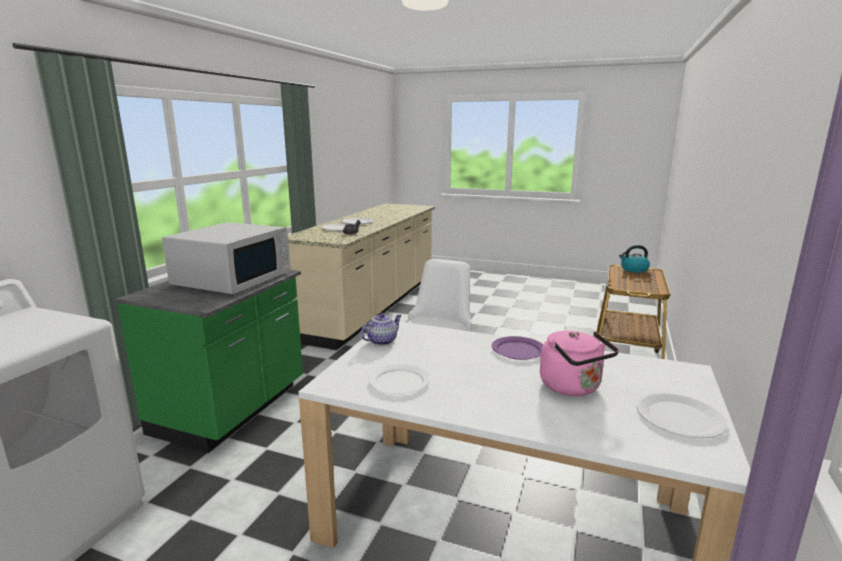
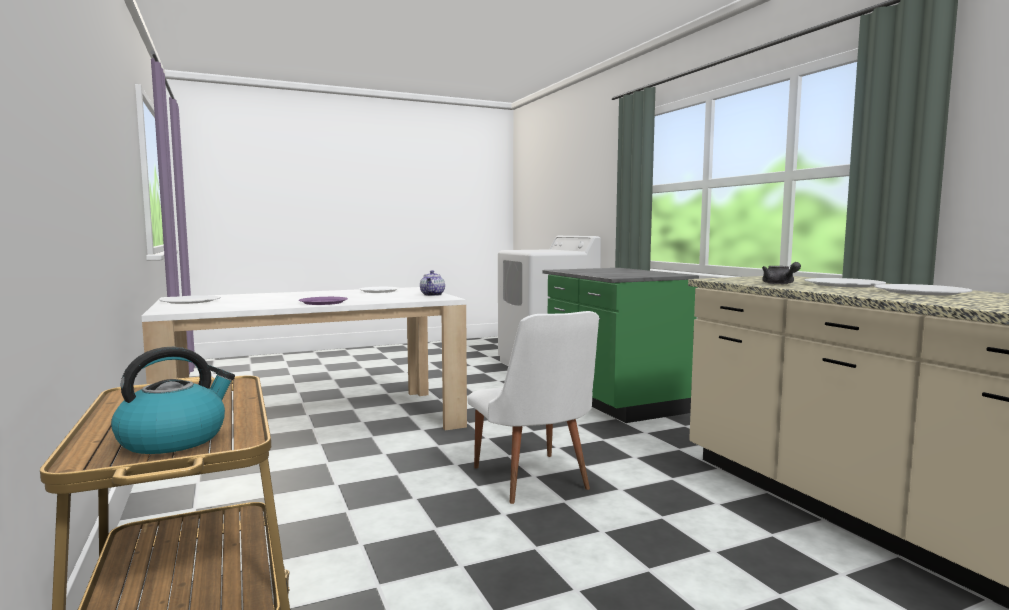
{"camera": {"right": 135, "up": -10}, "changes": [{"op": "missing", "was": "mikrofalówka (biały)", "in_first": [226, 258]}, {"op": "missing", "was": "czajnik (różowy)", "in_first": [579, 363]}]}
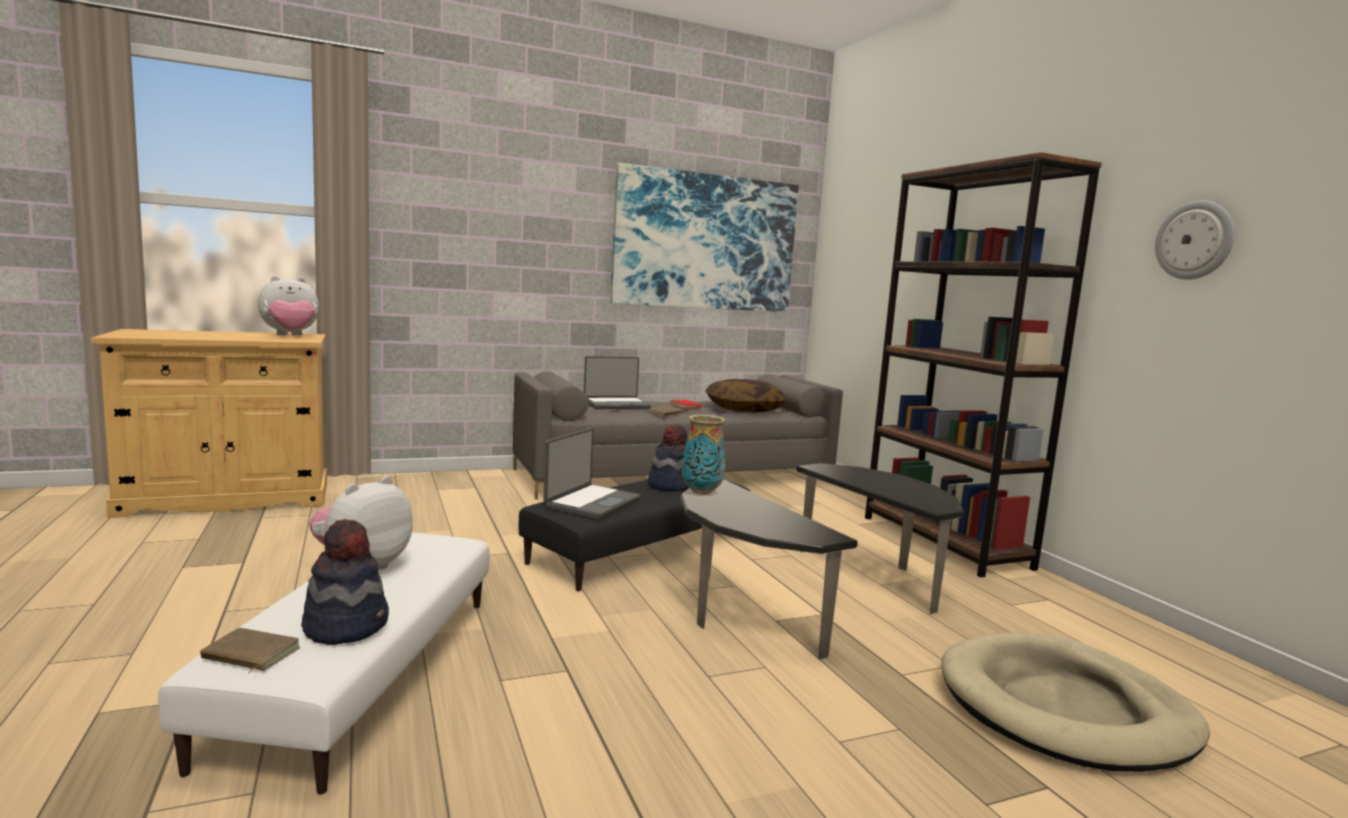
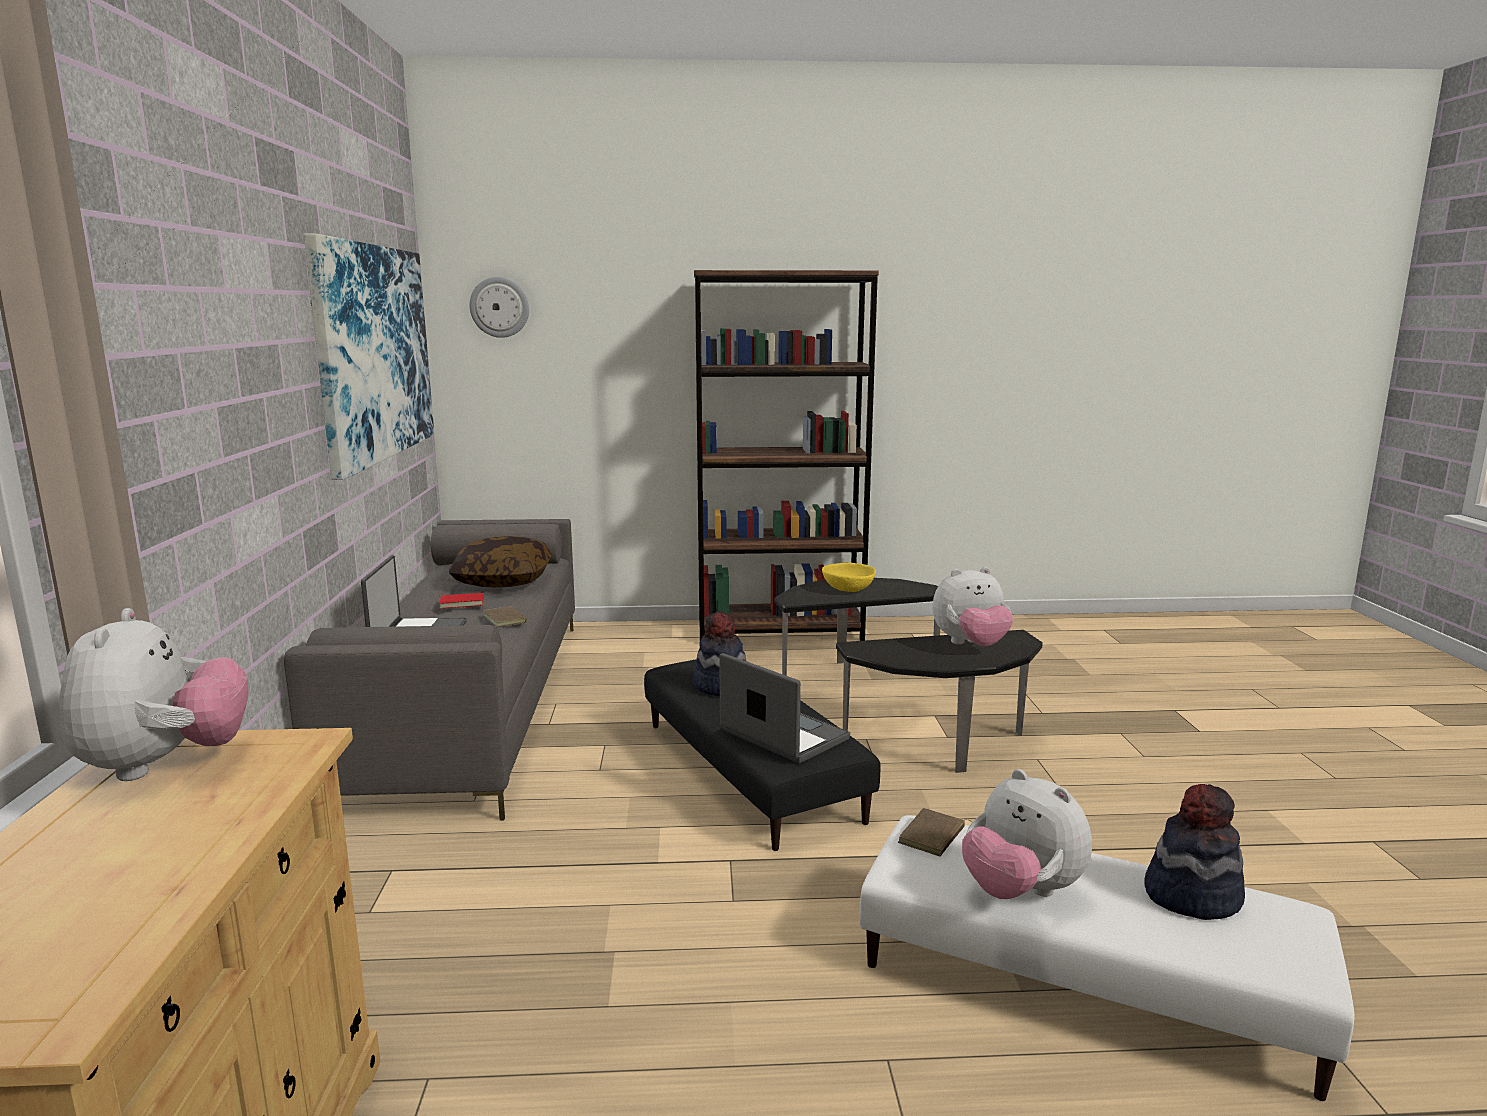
{"camera": {"right": -70, "up": 5}, "changes": [{"op": "relocated", "was": "książka (brązowy)", "in_first": [250, 650], "in_second": [935, 832]}, {"op": "missing", "was": "wazon", "in_first": [704, 455]}, {"op": "missing", "was": "legowisko (beżowy)", "in_first": [1075, 702]}, {"op": "relocated", "was": "zegar ścienny", "in_first": [1195, 240], "in_second": [499, 307]}, {"op": "appeared", "now": "miska (żółty)", "in_second": [849, 577]}, {"op": "appeared", "now": "pluszak", "in_second": [973, 606]}]}
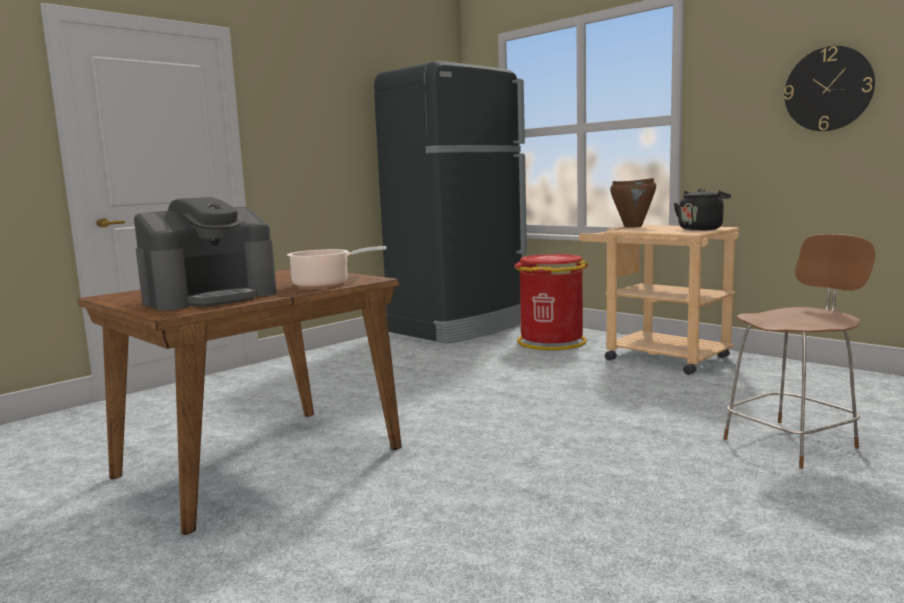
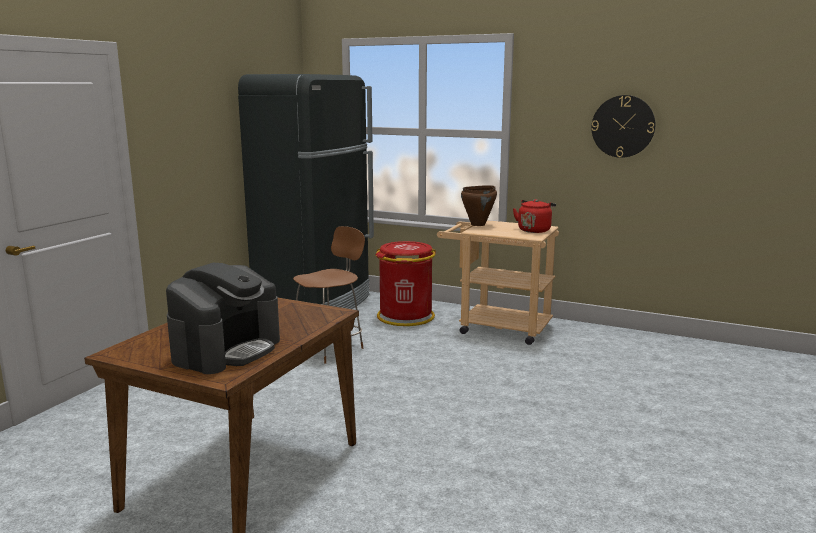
{"camera": {"right": -20, "up": 5}, "changes": [{"op": "missing", "was": "garnek", "in_first": [337, 267]}, {"op": "colour", "was": "czajnik (czarny)", "now": "czajnik (czerwony)", "in_first": [702, 209], "in_second": [534, 216]}, {"op": "relocated", "was": "krzesło (brązowy)", "in_first": [799, 351], "in_second": [329, 295]}]}
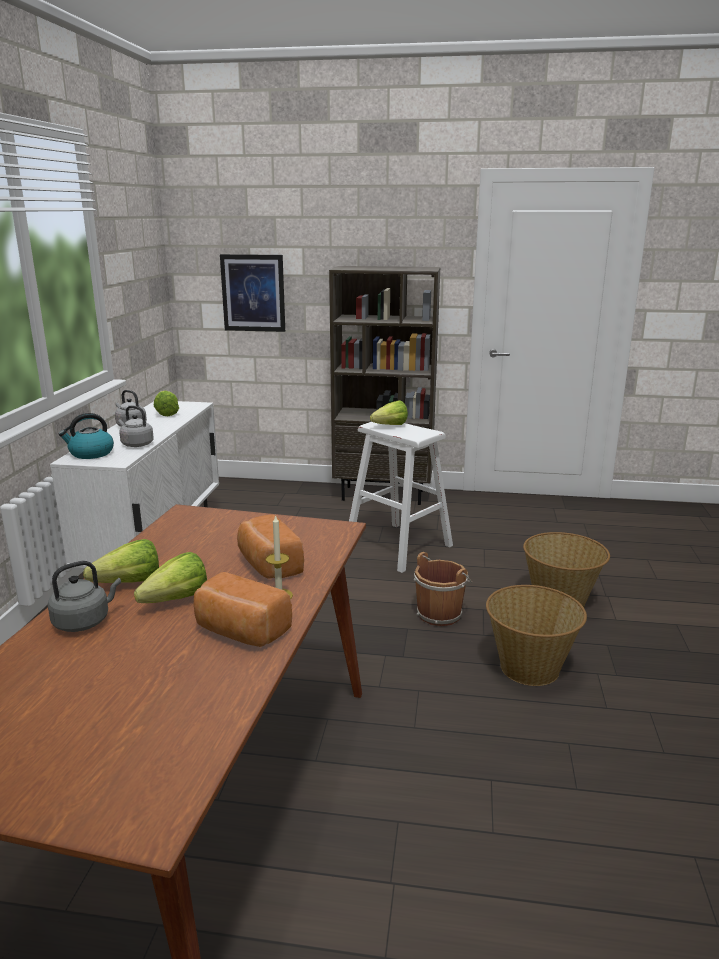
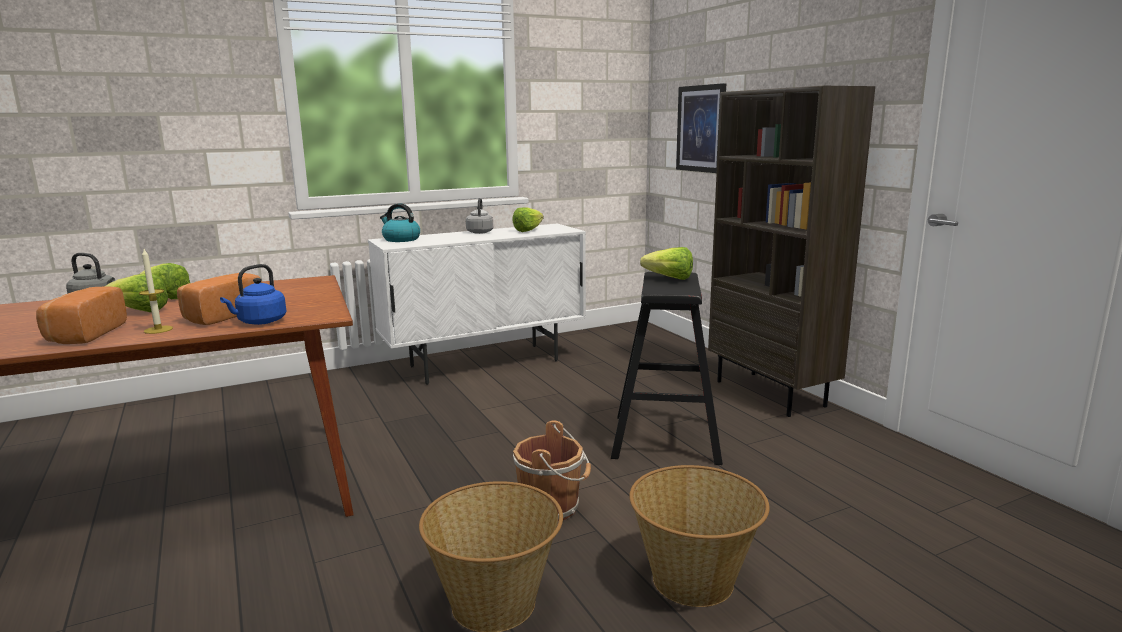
{"camera": {"right": 55, "up": -5}, "changes": [{"op": "missing", "was": "czajnik (szary)", "in_first": [136, 426]}, {"op": "colour", "was": "stołek (biały)", "now": "stołek (czarny)", "in_first": [401, 497], "in_second": [667, 368]}, {"op": "appeared", "now": "czajnik (niebieski)", "in_second": [253, 294]}]}
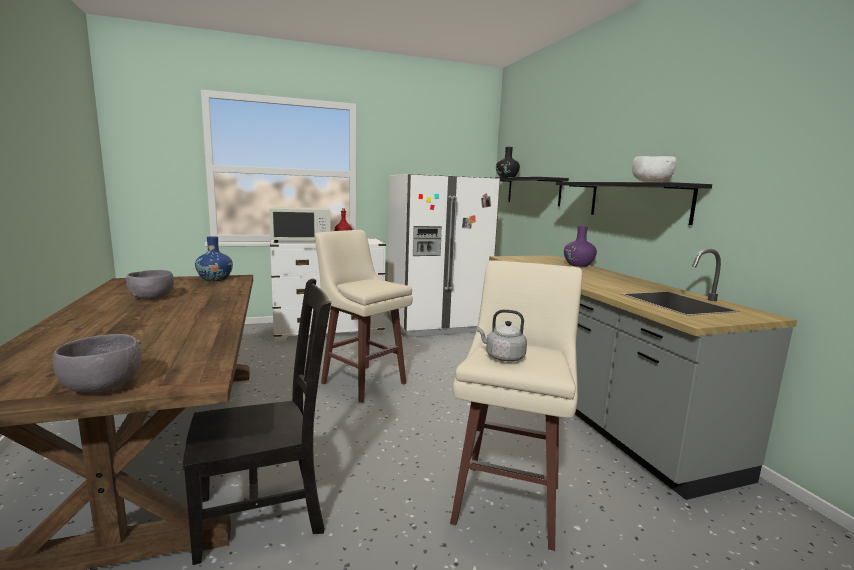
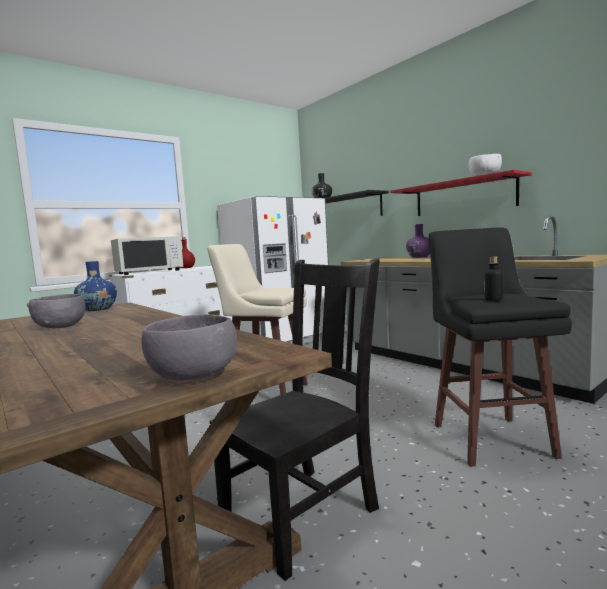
{"camera": {"right": -20, "up": -5}, "changes": [{"op": "colour", "was": "stołek (beżowy)", "now": "stołek (czarny)", "in_first": [516, 405], "in_second": [500, 347]}, {"op": "exchanged", "was": "czajnik (szary)", "now": "butelka", "in_first": [502, 335], "in_second": [493, 278]}, {"op": "colour", "was": "półka (czarny)", "now": "półka (czerwony)", "in_first": [634, 203], "in_second": [461, 193]}]}
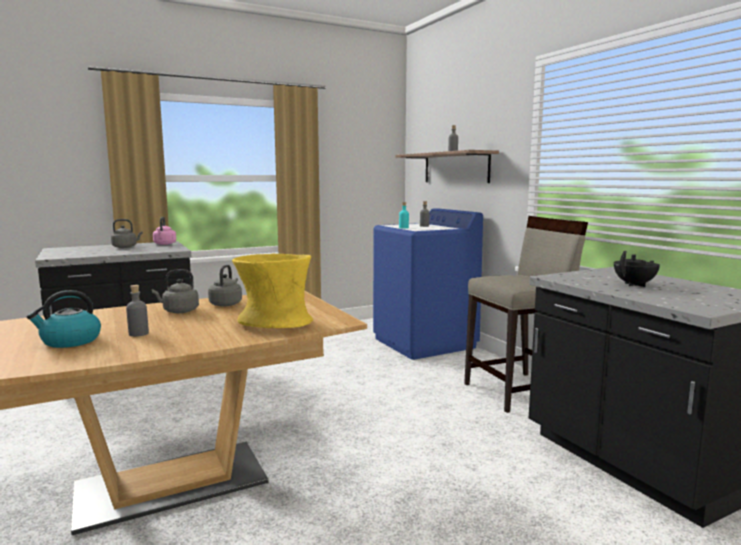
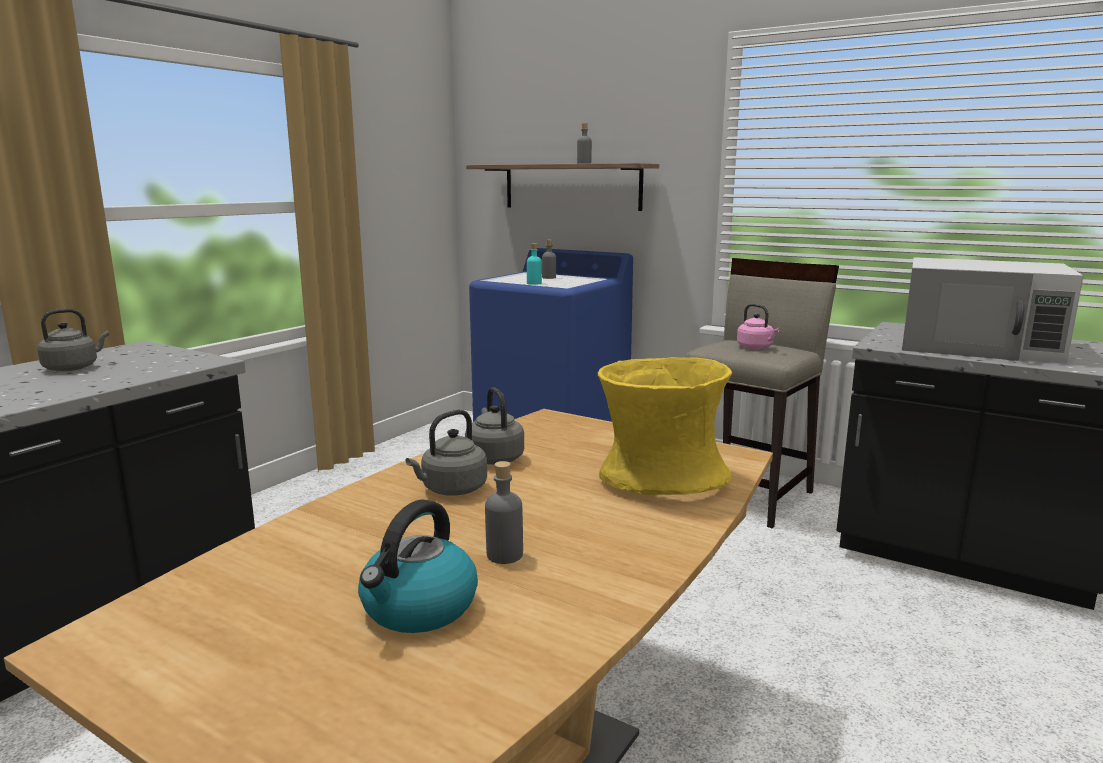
{"camera": {"right": -30, "up": 5}, "changes": [{"op": "relocated", "was": "czajnik (różowy)", "in_first": [164, 231], "in_second": [758, 326]}, {"op": "exchanged", "was": "imbryk (czarny)", "now": "mikrofalówka (biały)", "in_first": [637, 269], "in_second": [992, 310]}]}
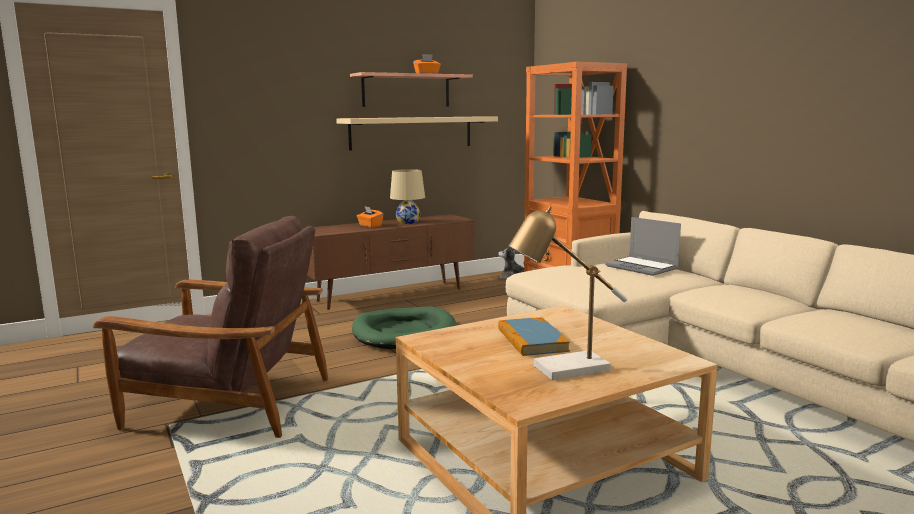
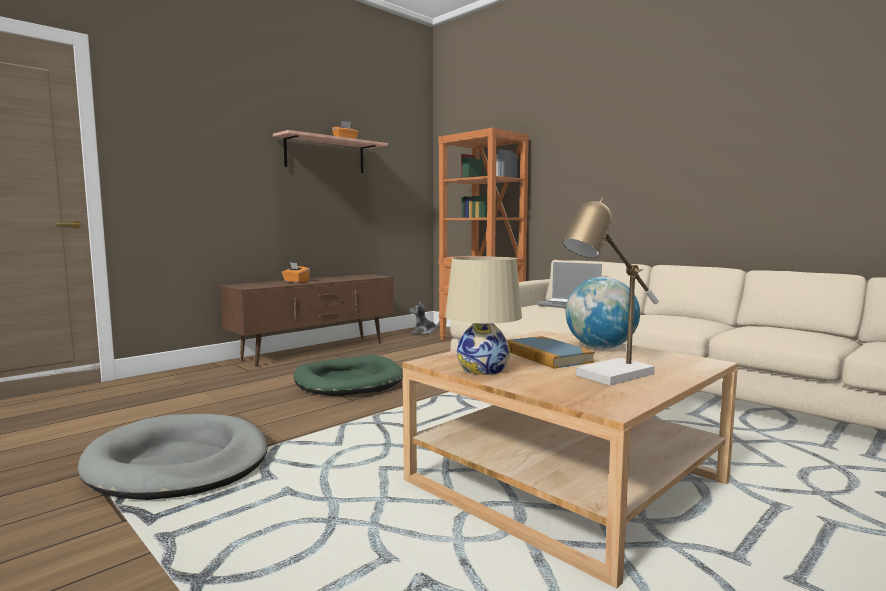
{"camera": {"right": -15, "up": -5}, "changes": [{"op": "exchanged", "was": "fotel (brązowy)", "now": "legowisko (szary)", "in_first": [210, 327], "in_second": [173, 457]}, {"op": "missing", "was": "półka (beżowy)", "in_first": [417, 134]}, {"op": "relocated", "was": "lampa stołowa (beżowy)", "in_first": [407, 196], "in_second": [483, 315]}, {"op": "appeared", "now": "globus", "in_second": [603, 313]}]}
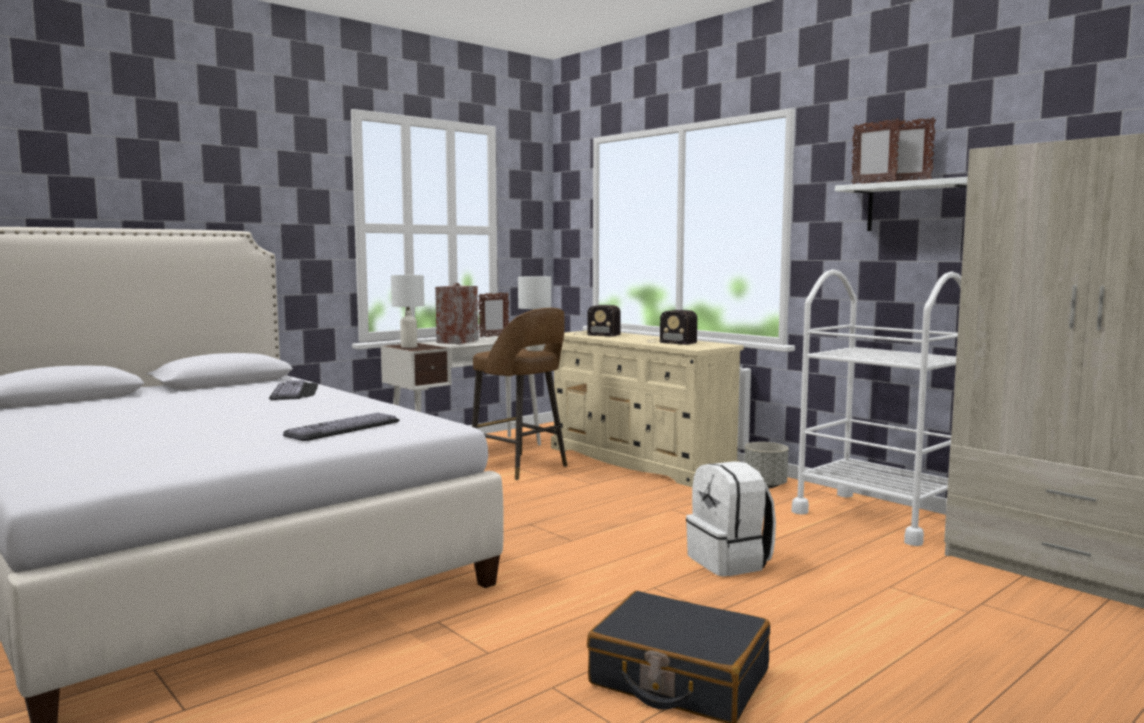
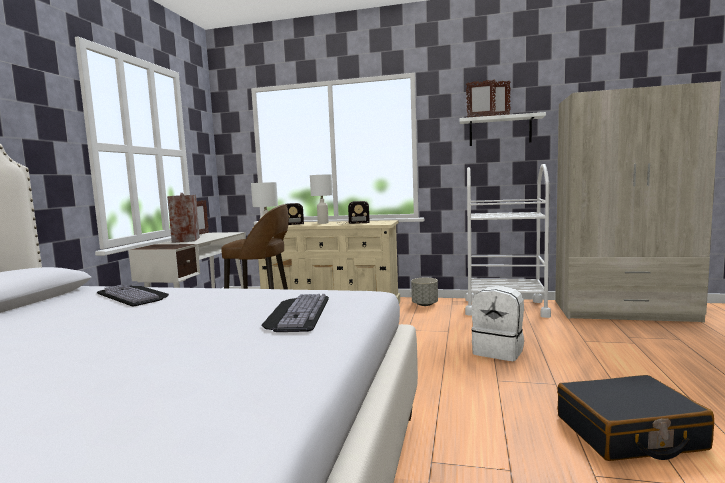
{"camera": {"right": -35, "up": 0}, "changes": [{"op": "relocated", "was": "lampa stołowa (biały)", "in_first": [407, 311], "in_second": [321, 199]}]}
